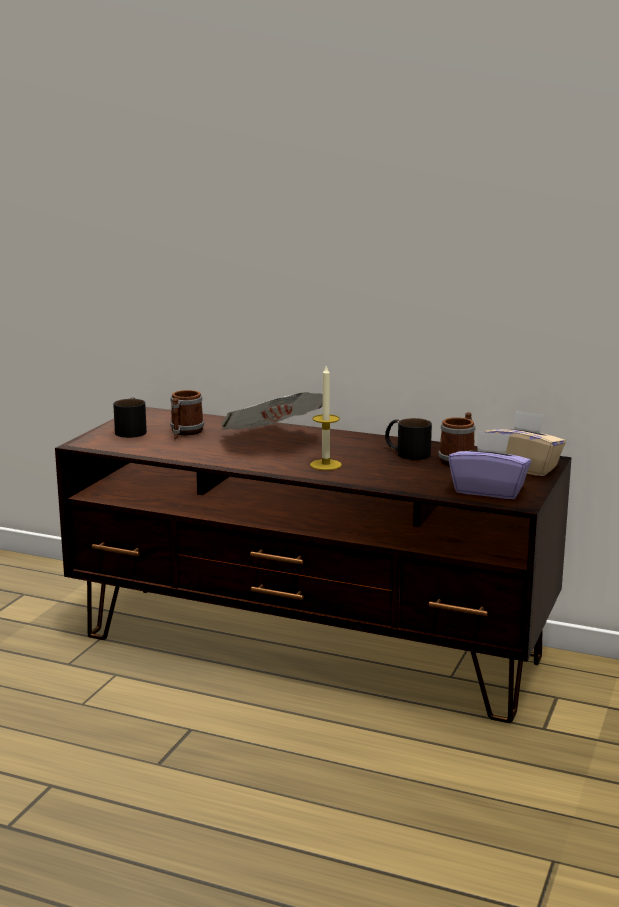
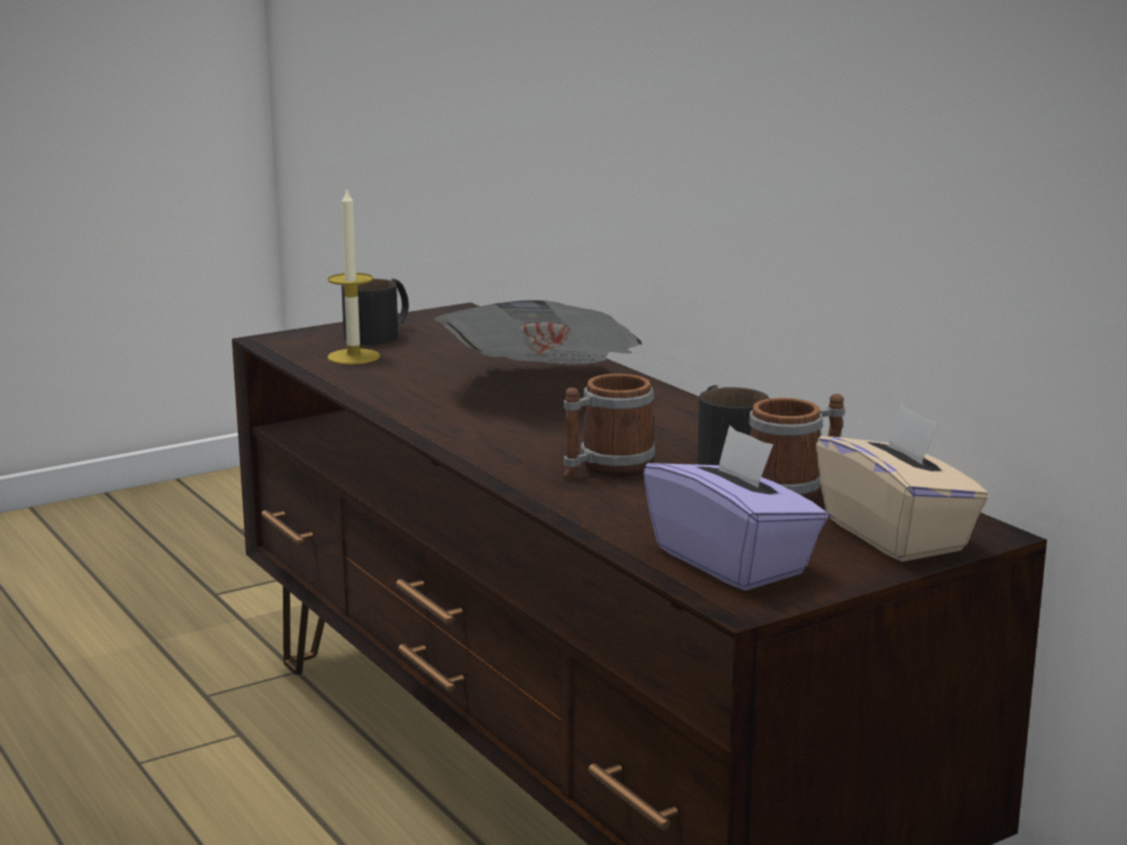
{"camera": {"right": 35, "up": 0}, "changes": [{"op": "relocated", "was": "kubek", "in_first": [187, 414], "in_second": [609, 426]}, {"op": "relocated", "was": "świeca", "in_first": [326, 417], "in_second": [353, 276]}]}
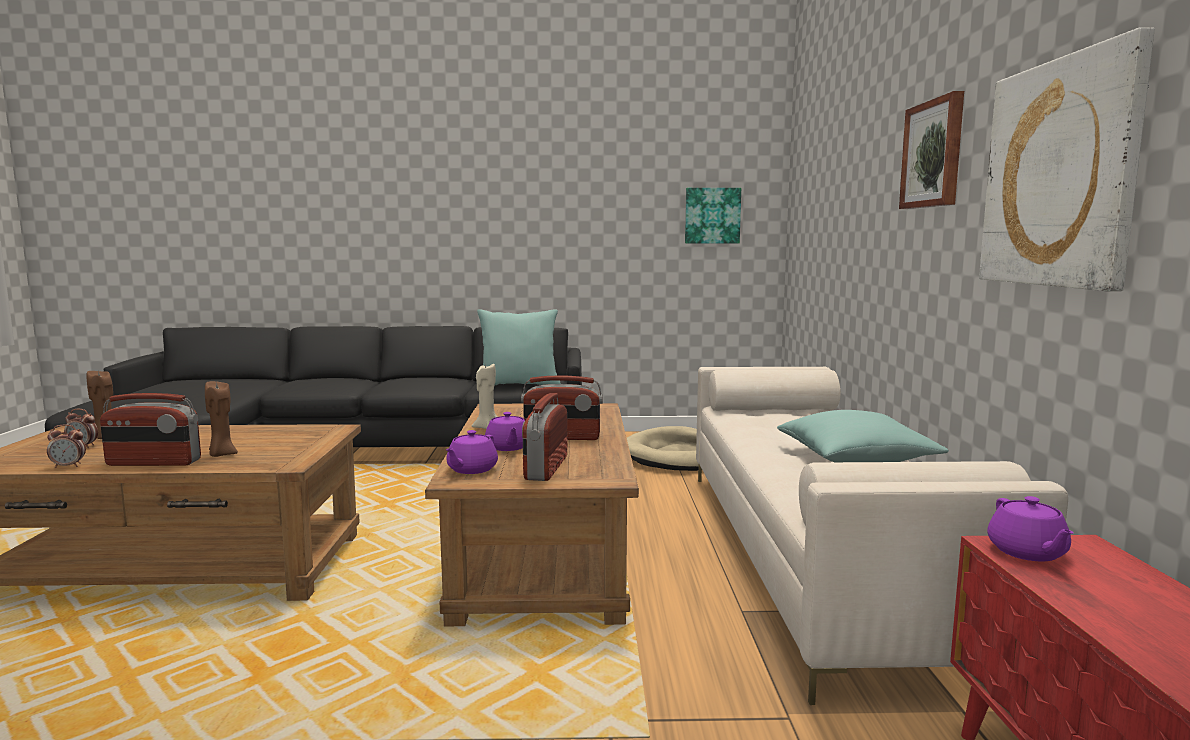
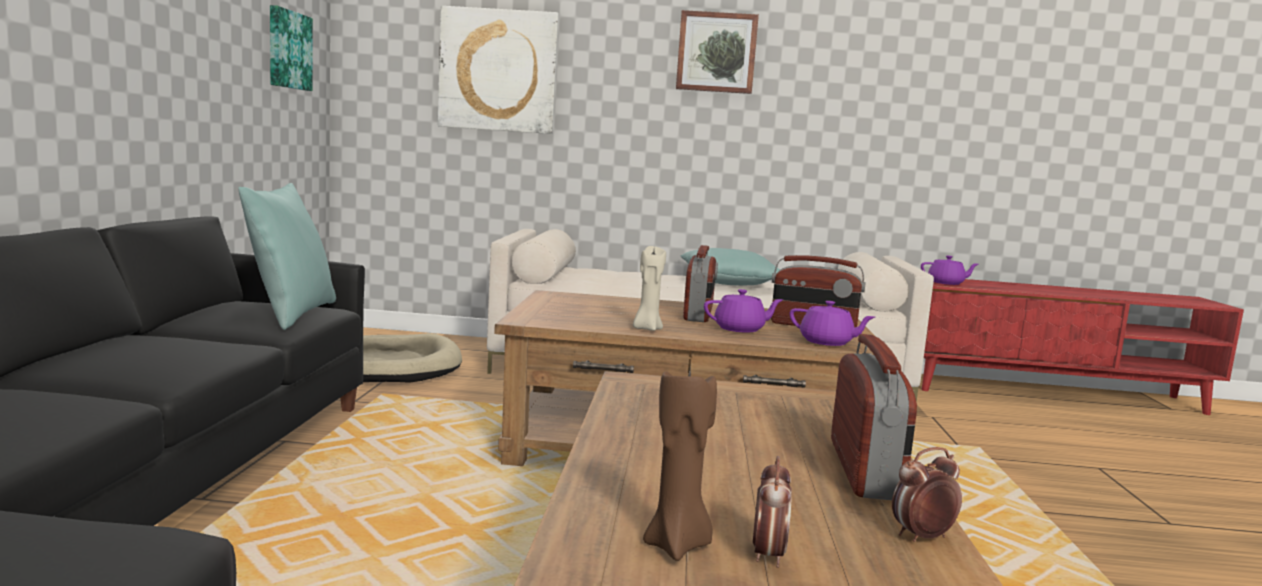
{"camera": {"right": -85, "up": 0}, "changes": [{"op": "spun", "was": "budzik", "in_first": [66, 446], "in_second": [927, 494], "clockwise": -105}, {"op": "missing", "was": "świeca (brązowy)", "in_first": [221, 418]}, {"op": "relocated", "was": "obraz", "in_first": [1067, 159], "in_second": [498, 70]}]}
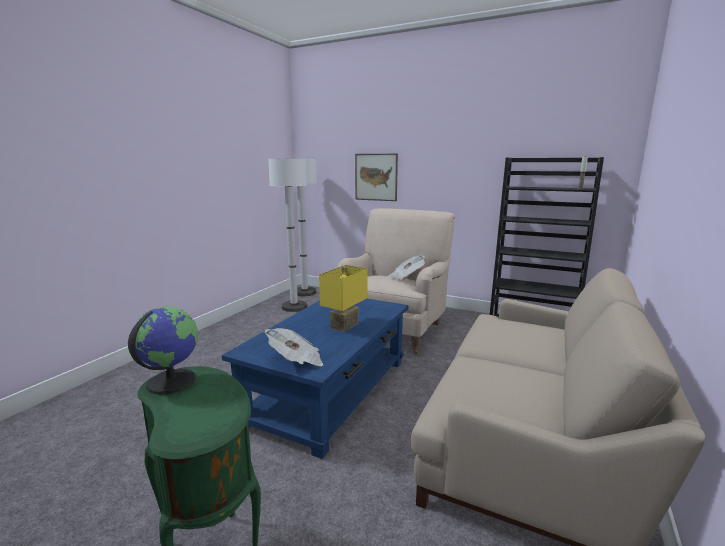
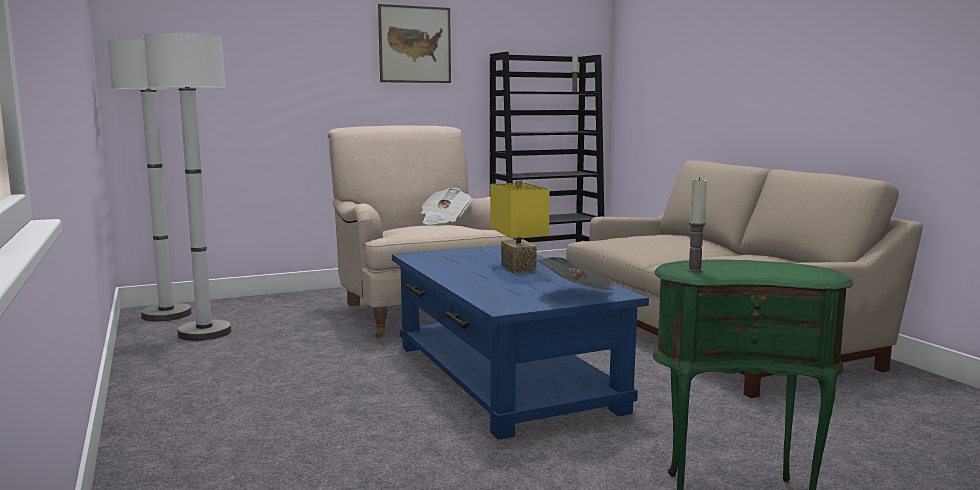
{"camera": {"right": -50, "up": -5}, "changes": [{"op": "exchanged", "was": "globus", "now": "świeca", "in_first": [163, 351], "in_second": [697, 224]}, {"op": "relocated", "was": "obraz", "in_first": [376, 177], "in_second": [414, 43]}]}
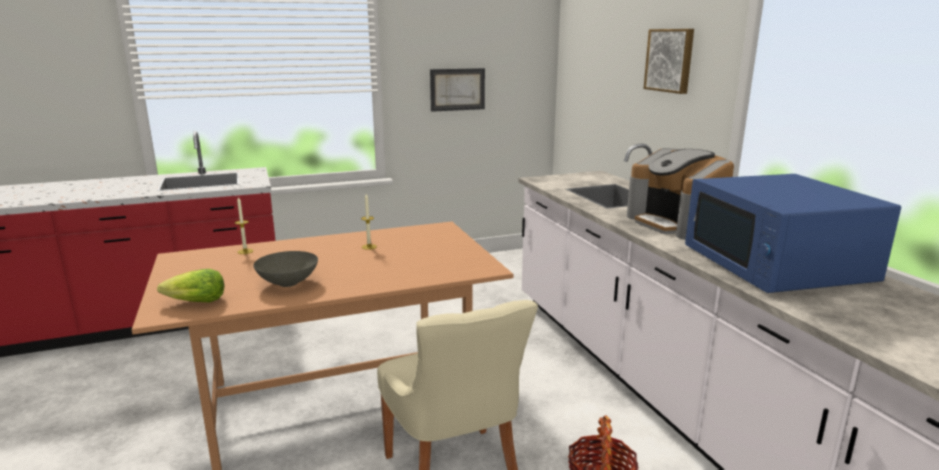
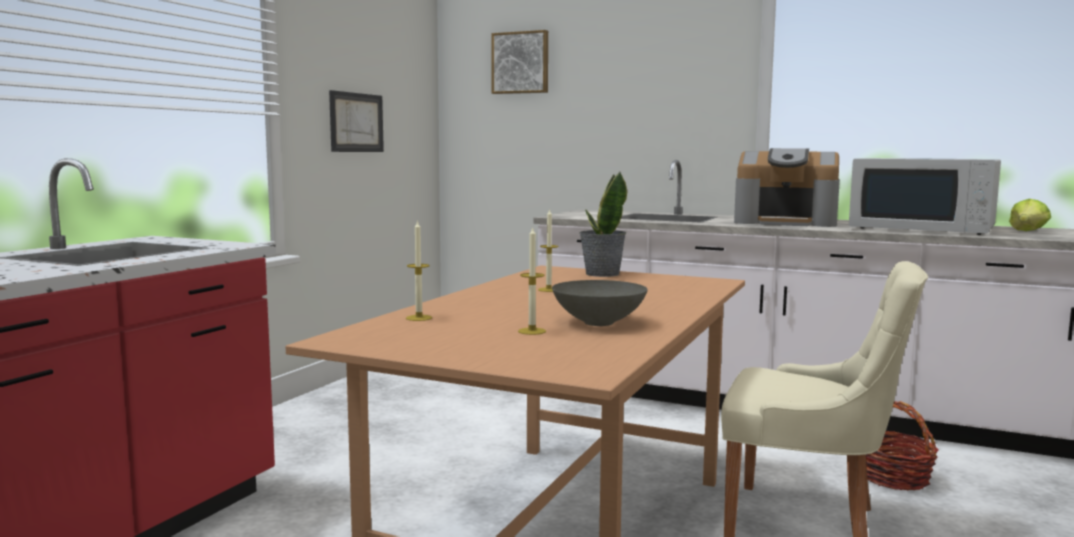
{"camera": {"right": -45, "up": -10}, "changes": [{"op": "relocated", "was": "sałata", "in_first": [190, 285], "in_second": [1030, 215]}, {"op": "relocated", "was": "obraz", "in_first": [669, 61], "in_second": [519, 62]}, {"op": "colour", "was": "mikrofalówka (niebieski)", "now": "mikrofalówka (biały)", "in_first": [793, 233], "in_second": [925, 196]}, {"op": "appeared", "now": "świeca", "in_second": [532, 280]}, {"op": "appeared", "now": "roślina doniczkowa", "in_second": [603, 224]}]}
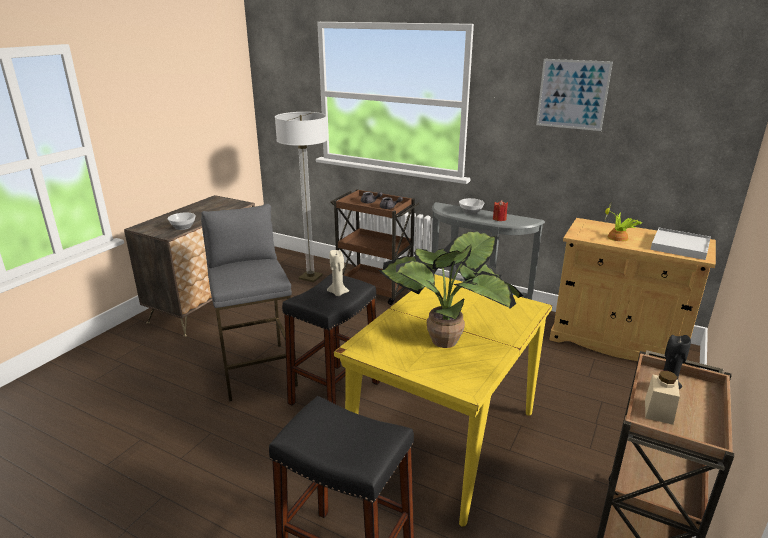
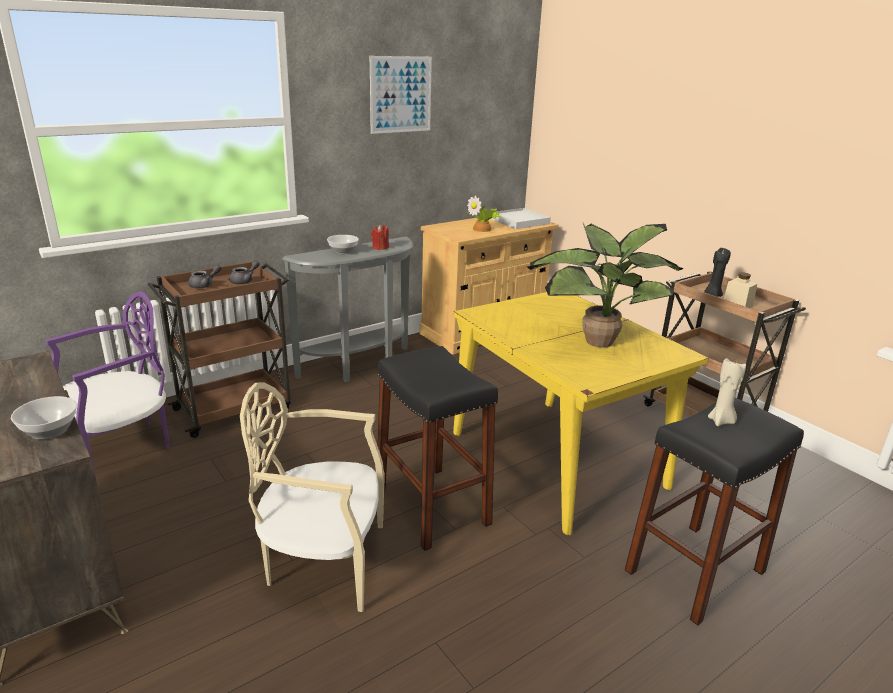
{"camera": {"right": -65, "up": 0}, "changes": [{"op": "exchanged", "was": "stołek (szary)", "now": "krzesło (beżowy)", "in_first": [249, 303], "in_second": [312, 497]}, {"op": "exchanged", "was": "lampa stojąca", "now": "krzesło (fioletowy)", "in_first": [301, 197], "in_second": [108, 386]}, {"op": "relocated", "was": "świeca (beżowy)", "in_first": [338, 273], "in_second": [727, 392]}]}
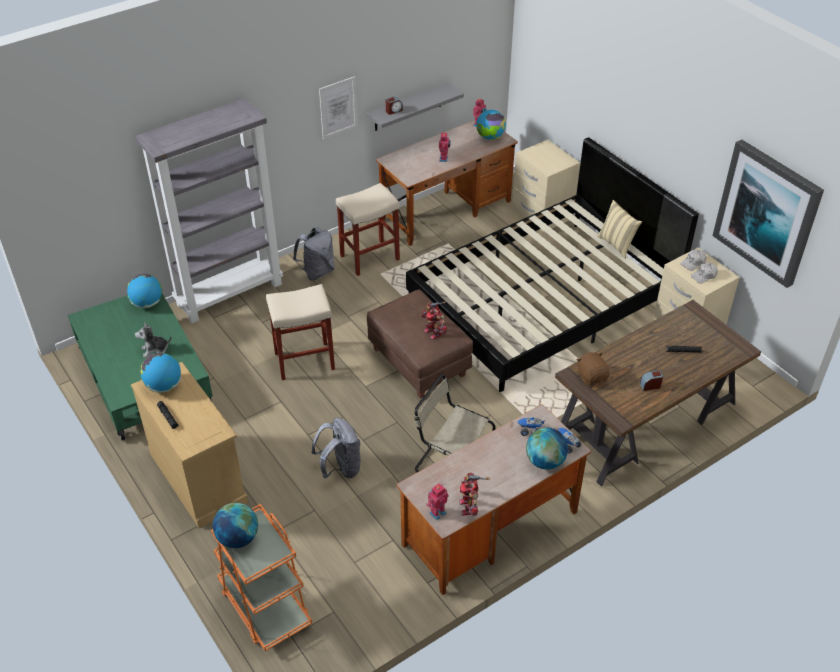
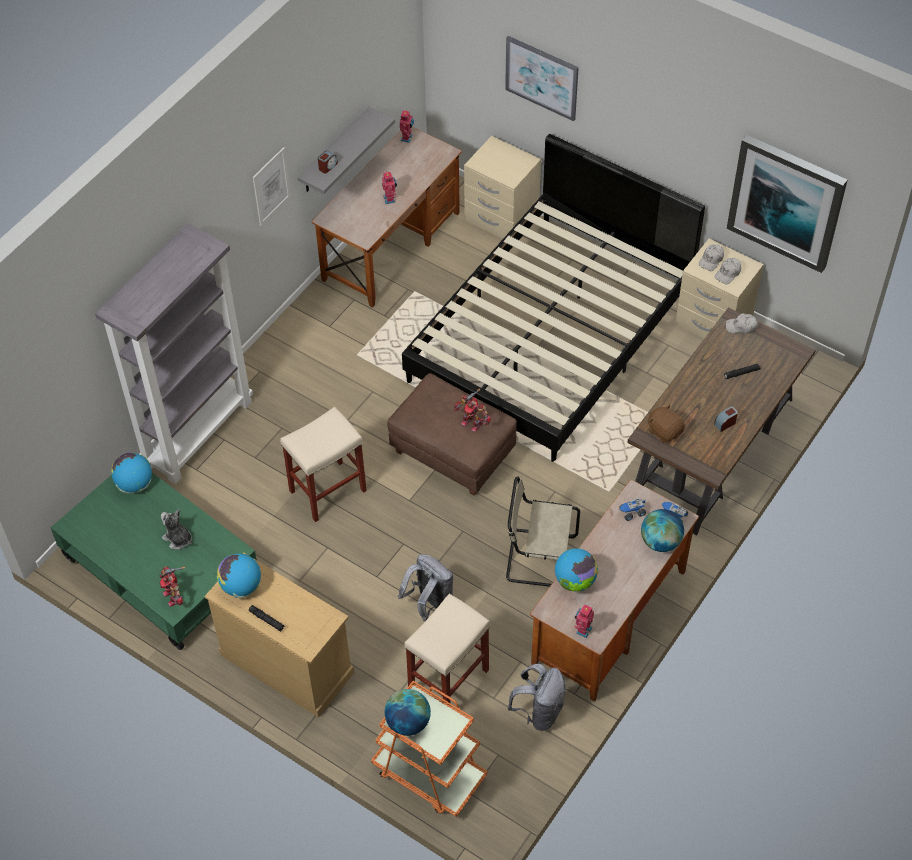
{"camera": {"right": -20, "up": 10}, "changes": [{"op": "spun", "was": "pluszak", "in_first": [153, 340], "in_second": [176, 529], "clockwise": 75}, {"op": "relocated", "was": "plecak (szary)", "in_first": [314, 254], "in_second": [536, 697]}, {"op": "relocated", "was": "stołek (beżowy)", "in_first": [368, 229], "in_second": [447, 649]}, {"op": "relocated", "was": "robot zabawkowy", "in_first": [474, 494], "in_second": [172, 586]}, {"op": "relocated", "was": "globus", "in_first": [491, 125], "in_second": [576, 570]}, {"op": "missing", "was": "poduszka (beżowy)", "in_first": [619, 229]}, {"op": "appeared", "now": "obraz", "in_second": [542, 78]}, {"op": "appeared", "now": "czapka z daszkiem (biały)", "in_second": [742, 323]}]}
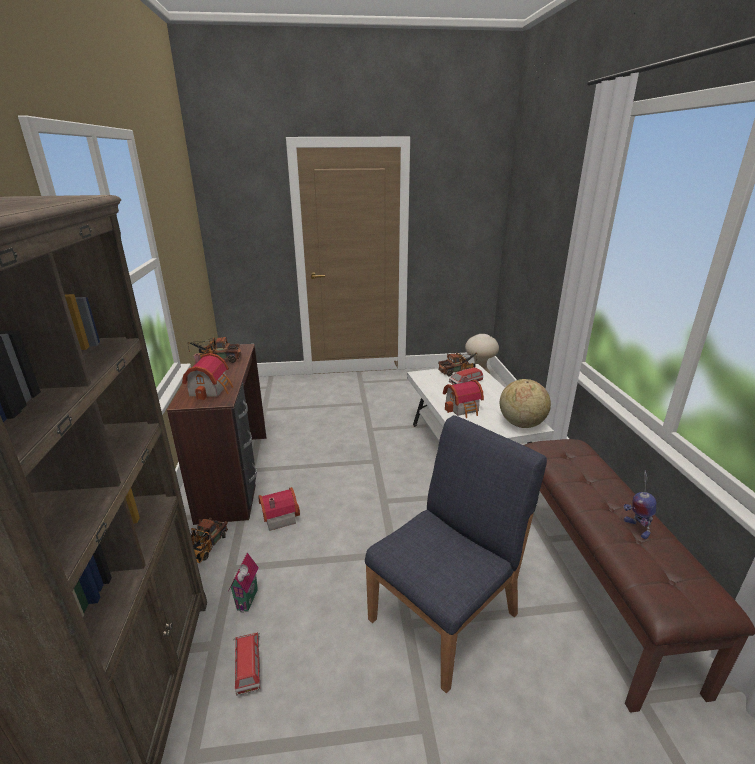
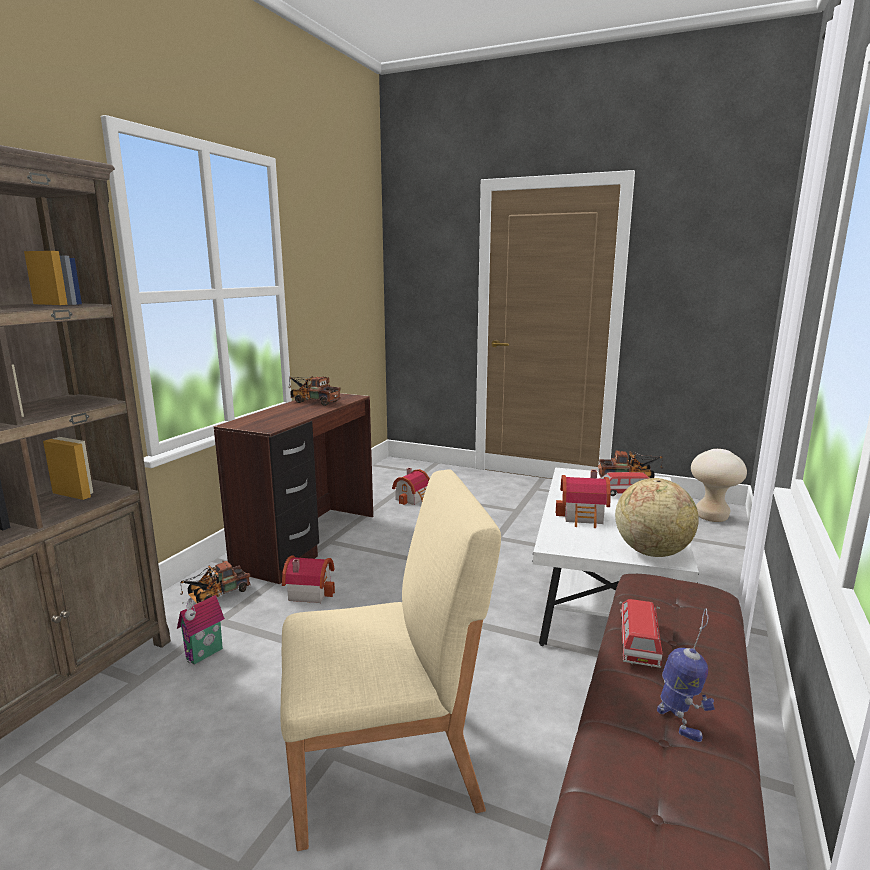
{"camera": {"right": 30, "up": -10}, "changes": [{"op": "relocated", "was": "domek", "in_first": [207, 376], "in_second": [411, 486]}, {"op": "relocated", "was": "samochodzik", "in_first": [247, 664], "in_second": [640, 633]}, {"op": "colour", "was": "krzesło (niebieski)", "now": "krzesło (beżowy)", "in_first": [456, 554], "in_second": [390, 660]}, {"op": "spun", "was": "robot zabawkowy", "in_first": [640, 504], "in_second": [686, 675], "clockwise": 150}]}
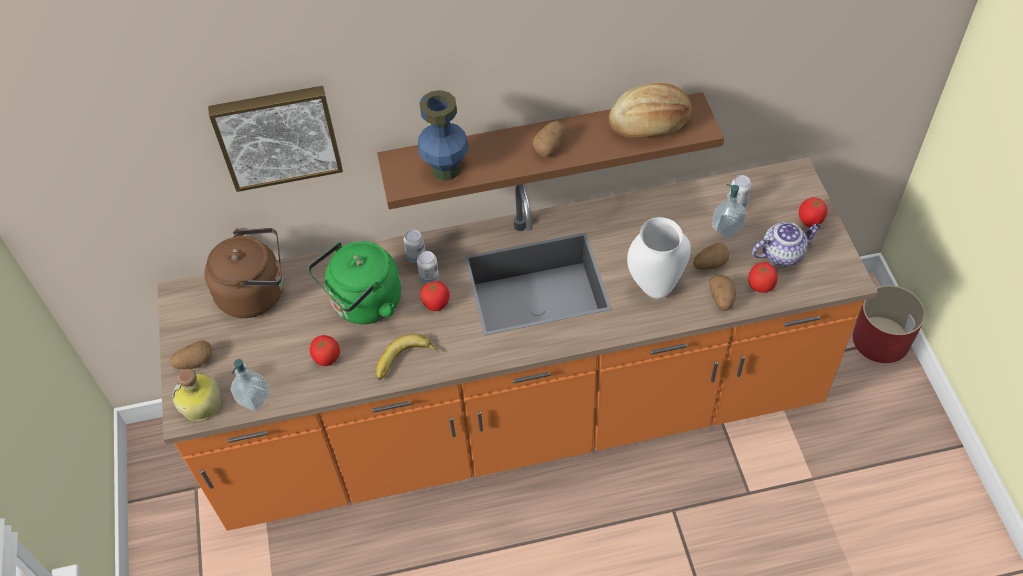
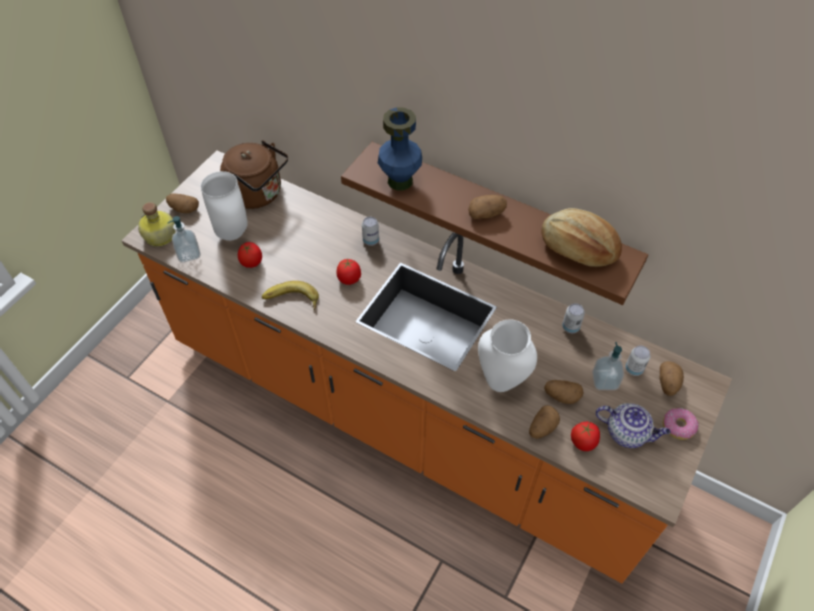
{"camera": {"right": 40, "up": 0}, "changes": [{"op": "missing", "was": "obraz", "in_first": [275, 139]}, {"op": "missing", "was": "czajnik (zielony)", "in_first": [354, 282]}, {"op": "relocated", "was": "puszka", "in_first": [428, 267], "in_second": [573, 318]}, {"op": "exchanged", "was": "pomidor", "now": "donut", "in_first": [813, 212], "in_second": [681, 424]}, {"op": "missing", "was": "donica (czerwony)", "in_first": [889, 324]}, {"op": "appeared", "now": "wazon (biały)", "in_second": [224, 206]}, {"op": "appeared", "now": "ziemniak", "in_second": [672, 378]}]}
